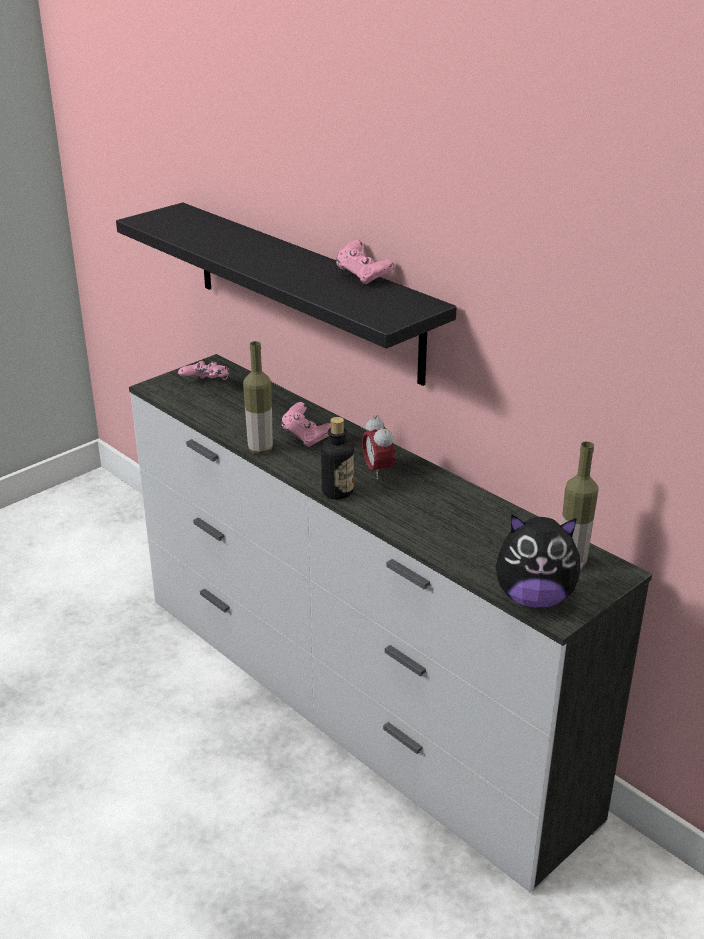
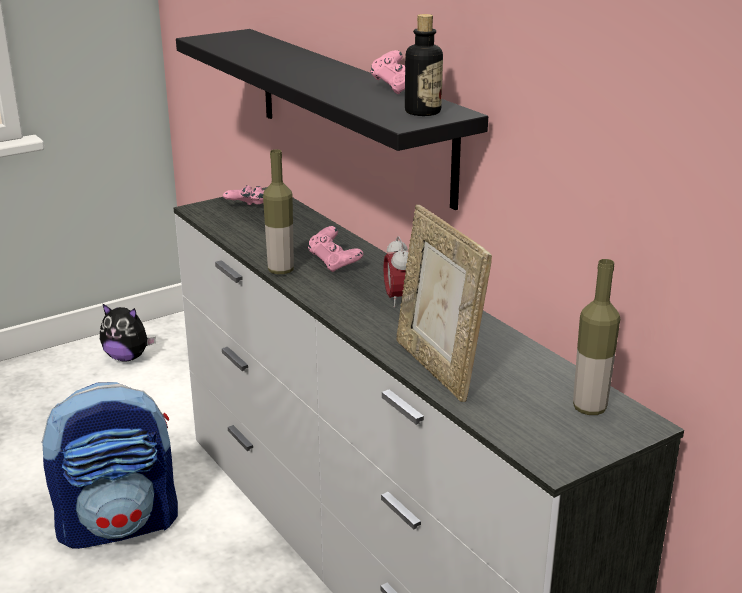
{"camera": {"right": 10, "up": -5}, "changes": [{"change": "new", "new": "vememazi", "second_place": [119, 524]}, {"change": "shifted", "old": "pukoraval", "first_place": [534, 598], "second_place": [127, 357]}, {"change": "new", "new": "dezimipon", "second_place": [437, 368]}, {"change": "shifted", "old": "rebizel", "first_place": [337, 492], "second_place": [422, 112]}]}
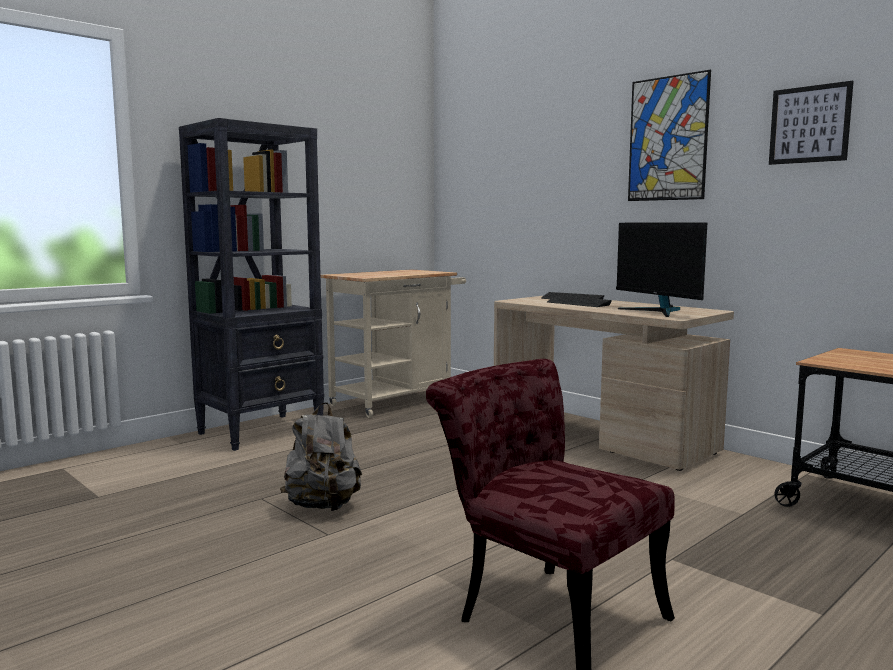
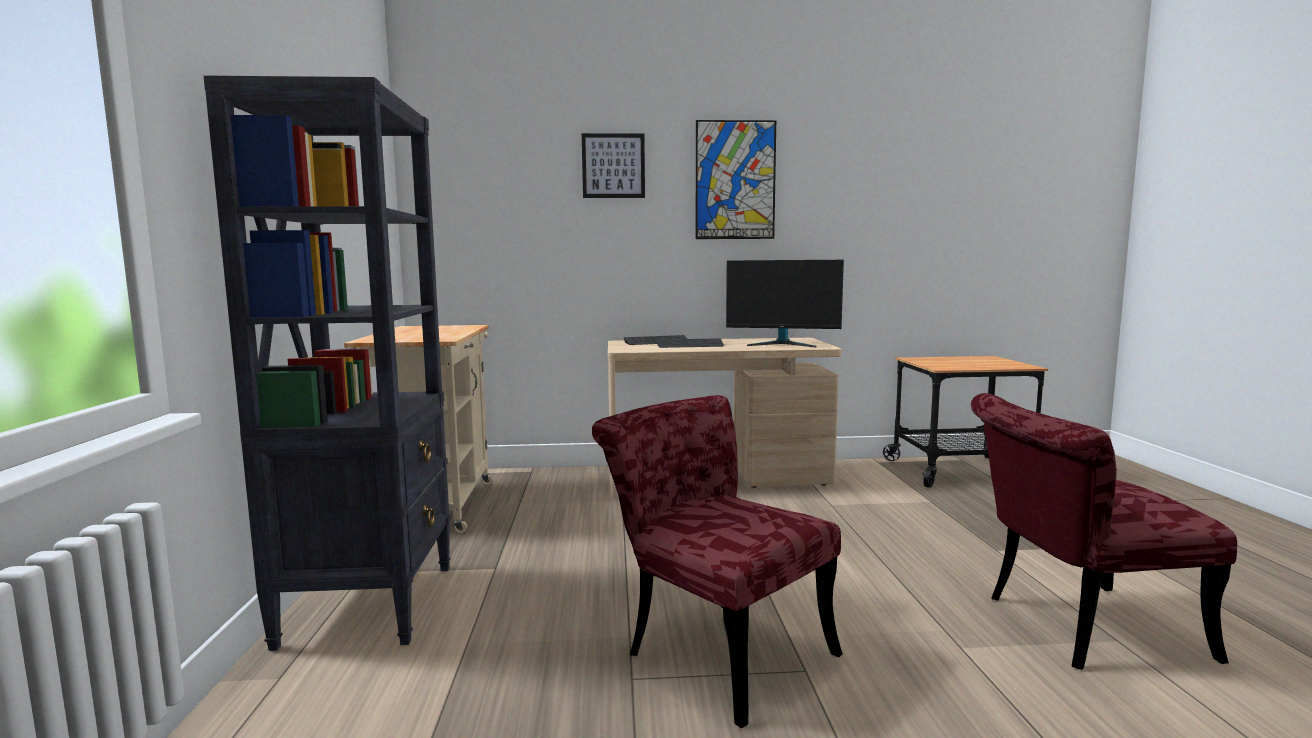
{"camera": {"right": -50, "up": 0}, "changes": [{"change": "shifted", "old": "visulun", "first_place": [809, 124], "second_place": [613, 166]}, {"change": "swapped", "old": "vememazi (grey)", "new": "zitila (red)", "first_place": [323, 506], "second_place": [715, 647]}]}
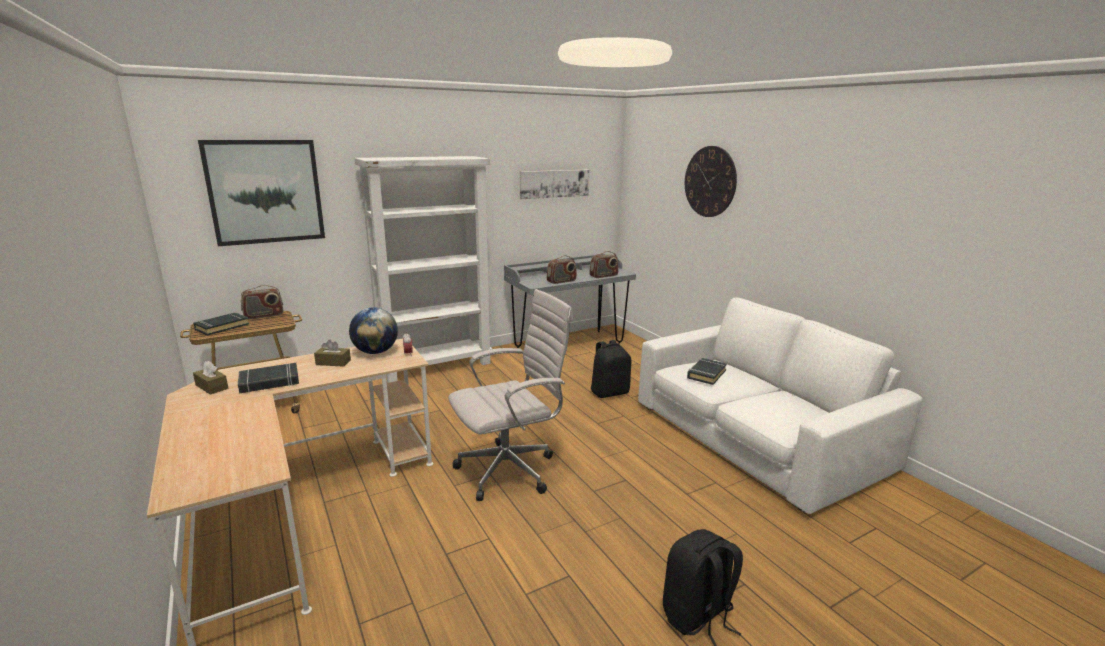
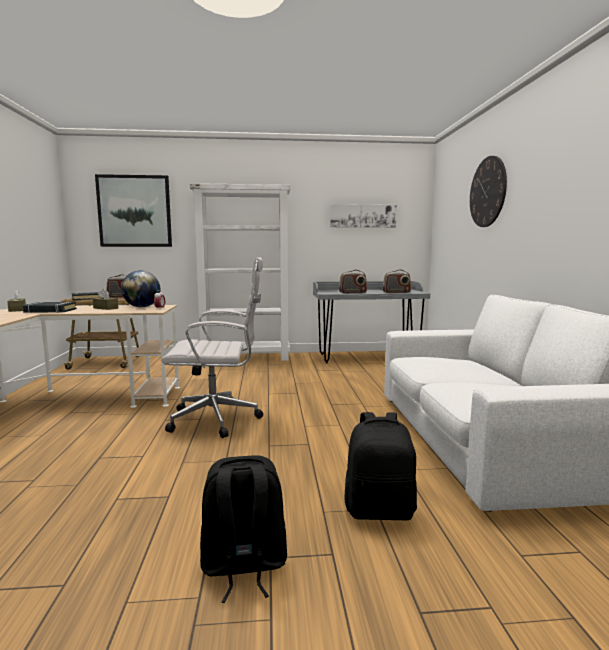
{"camera": {"right": 25, "up": -10}, "changes": [{"change": "shifted", "old": "vememazi (black)", "first_place": [609, 392], "second_place": [380, 510]}, {"change": "gone", "old": "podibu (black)", "first_place": [706, 374]}]}
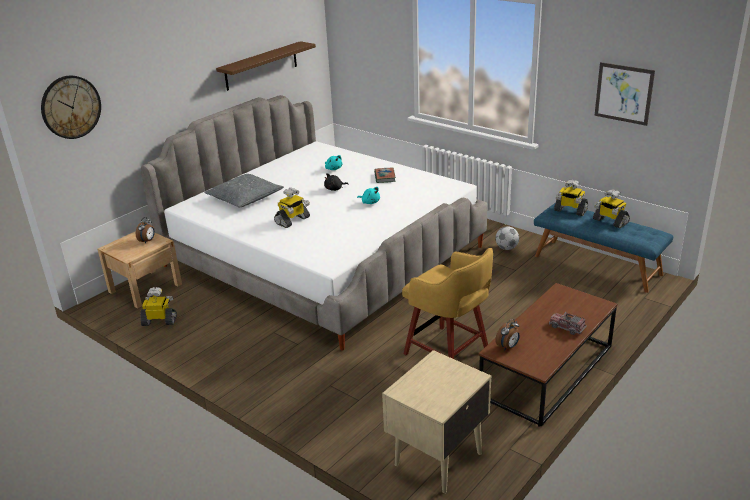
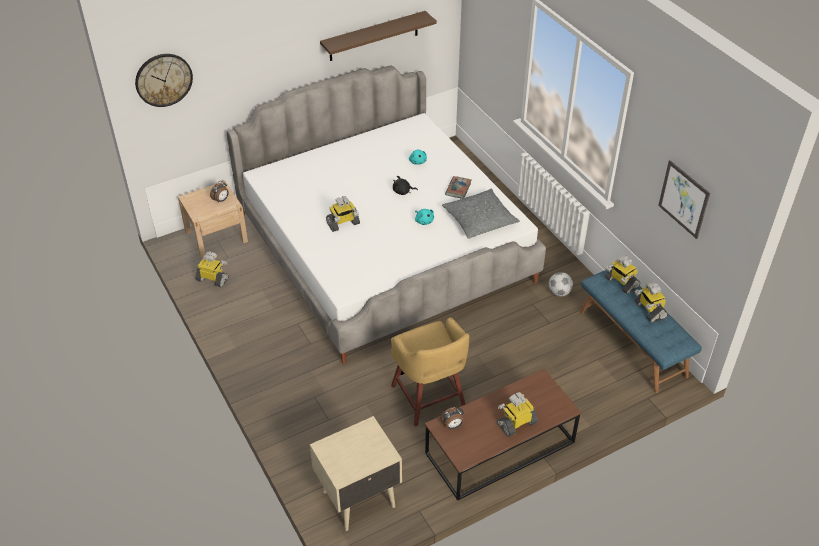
{"camera": {"right": 20, "up": 15}, "changes": [{"change": "shifted", "old": "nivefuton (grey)", "first_place": [245, 198], "second_place": [479, 220]}, {"change": "swapped", "old": "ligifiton", "new": "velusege", "first_place": [567, 327], "second_place": [516, 423]}]}
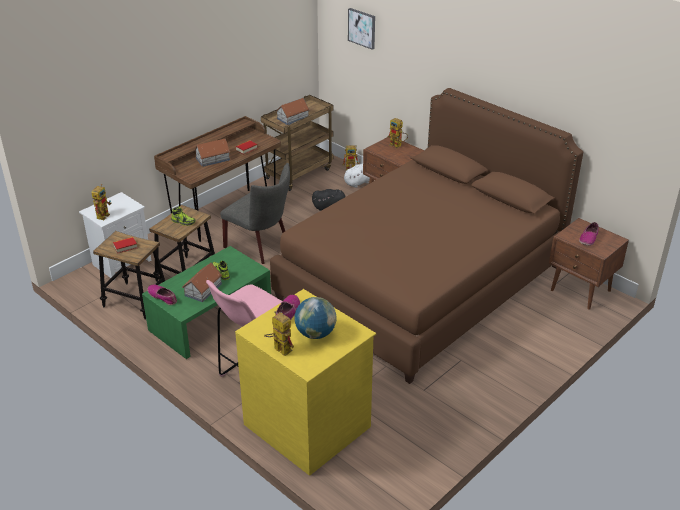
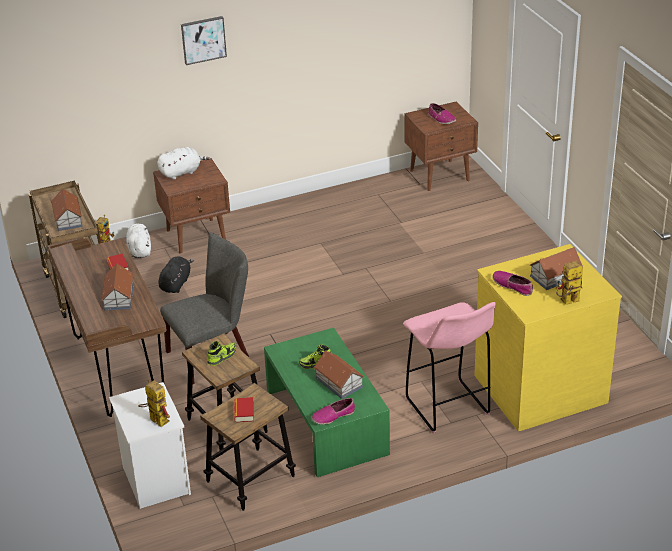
{"camera": {"right": -65, "up": 0}, "changes": [{"change": "swapped", "old": "velusege", "new": "pukoraval (white)", "first_place": [398, 146], "second_place": [182, 172]}, {"change": "shifted", "old": "visulun", "first_place": [362, 28], "second_place": [203, 39]}, {"change": "swapped", "old": "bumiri", "new": "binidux", "first_place": [315, 333], "second_place": [554, 276]}, {"change": "gone", "old": "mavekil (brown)", "first_place": [420, 282]}]}
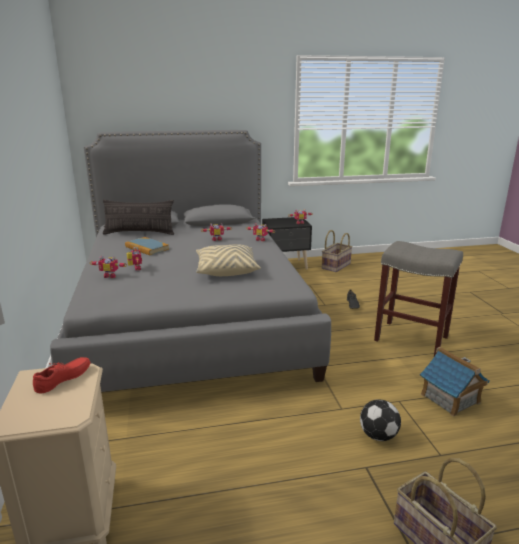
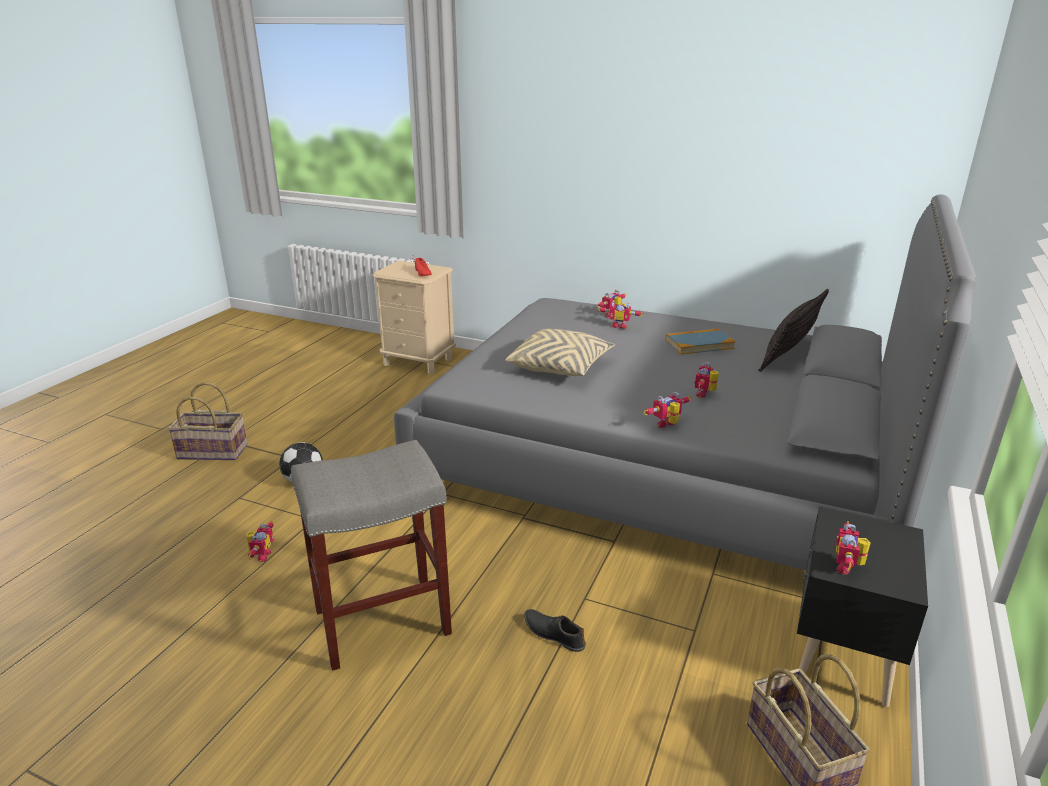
{"camera": {"right": 125, "up": 5}, "changes": [{"change": "swapped", "old": "binidux", "new": "velusege", "first_place": [450, 399], "second_place": [261, 556]}]}
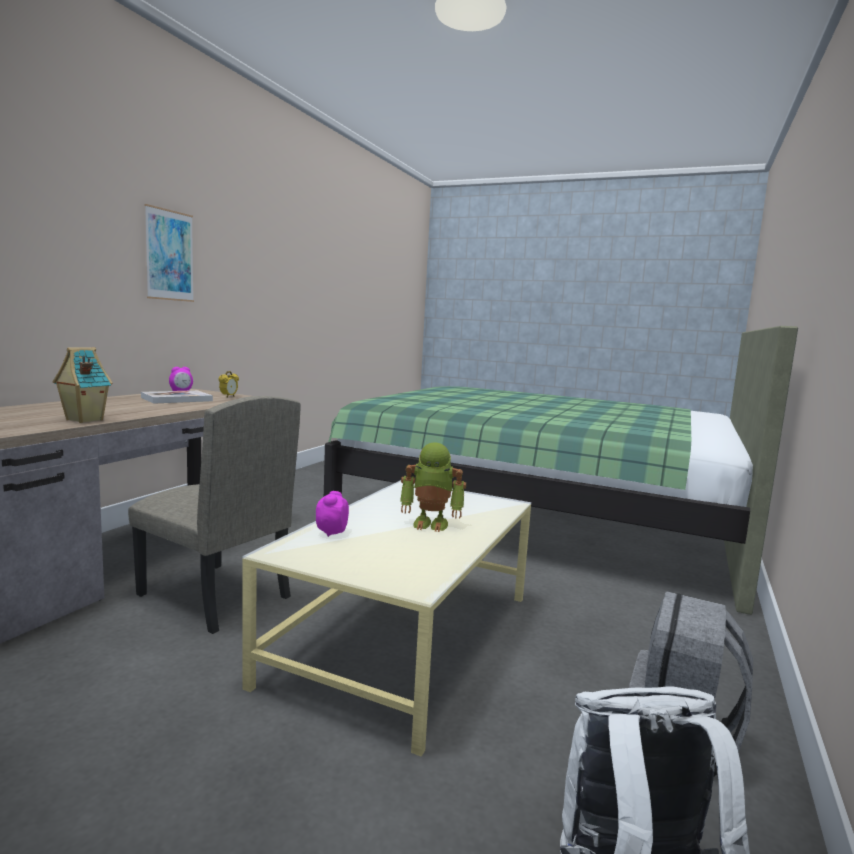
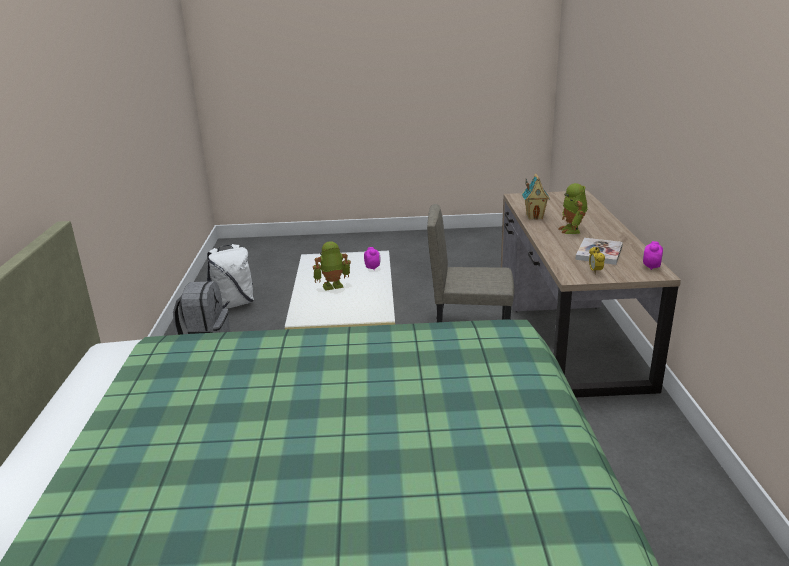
{"camera": {"right": 155, "up": 15}, "changes": [{"change": "new", "new": "velusege", "second_place": [572, 230]}, {"change": "gone", "old": "visulun", "first_place": [169, 255]}]}
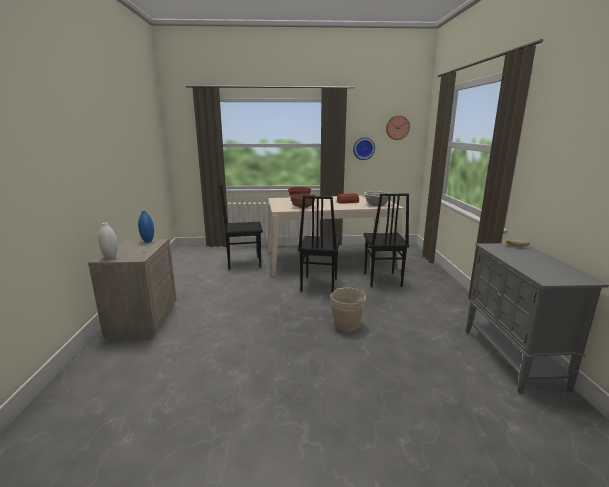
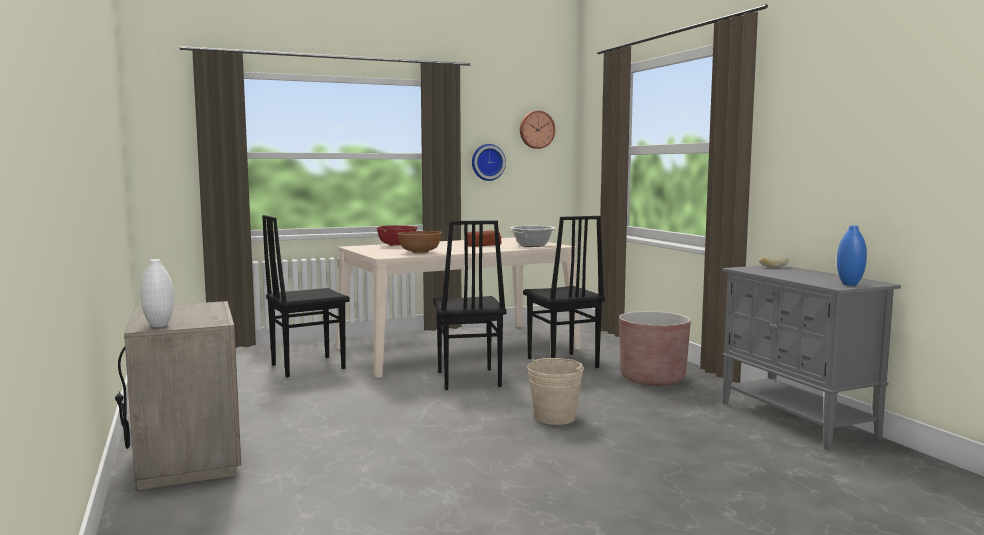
{"camera": {"right": -20, "up": -10}, "changes": [{"change": "new", "new": "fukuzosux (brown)", "second_place": [652, 379]}, {"change": "shifted", "old": "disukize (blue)", "first_place": [148, 241], "second_place": [849, 284]}]}
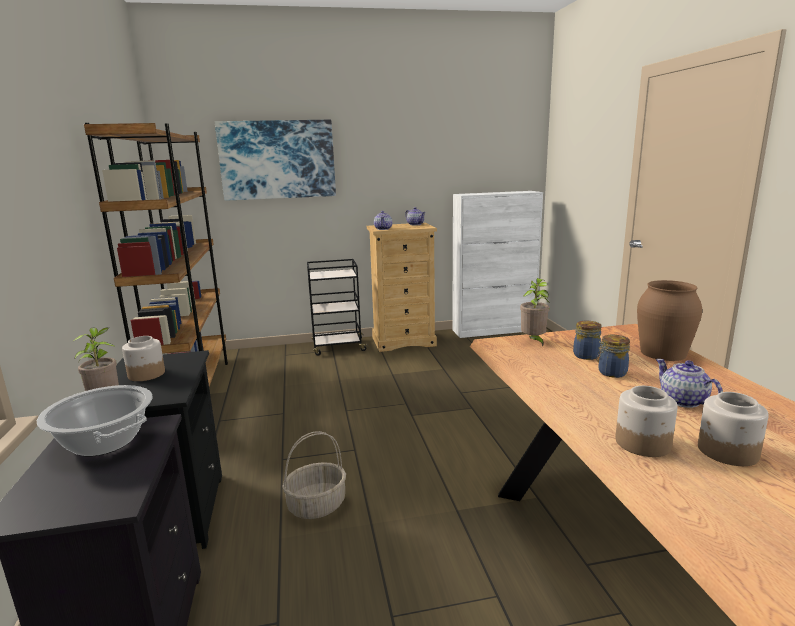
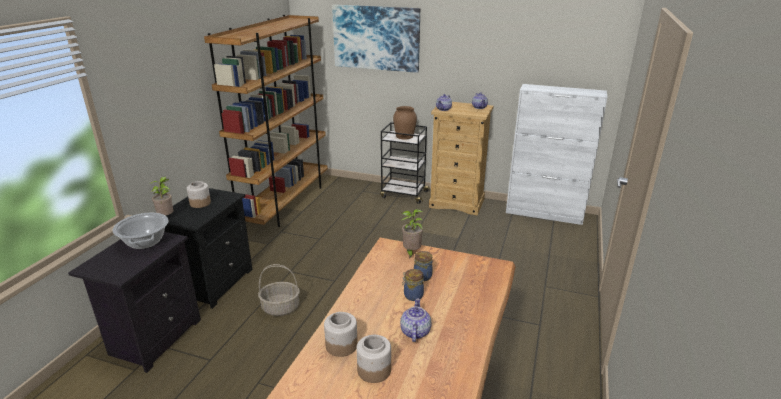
{"camera": {"right": 30, "up": 10}, "changes": [{"change": "shifted", "old": "disukize (brown)", "first_place": [663, 353], "second_place": [404, 136]}]}
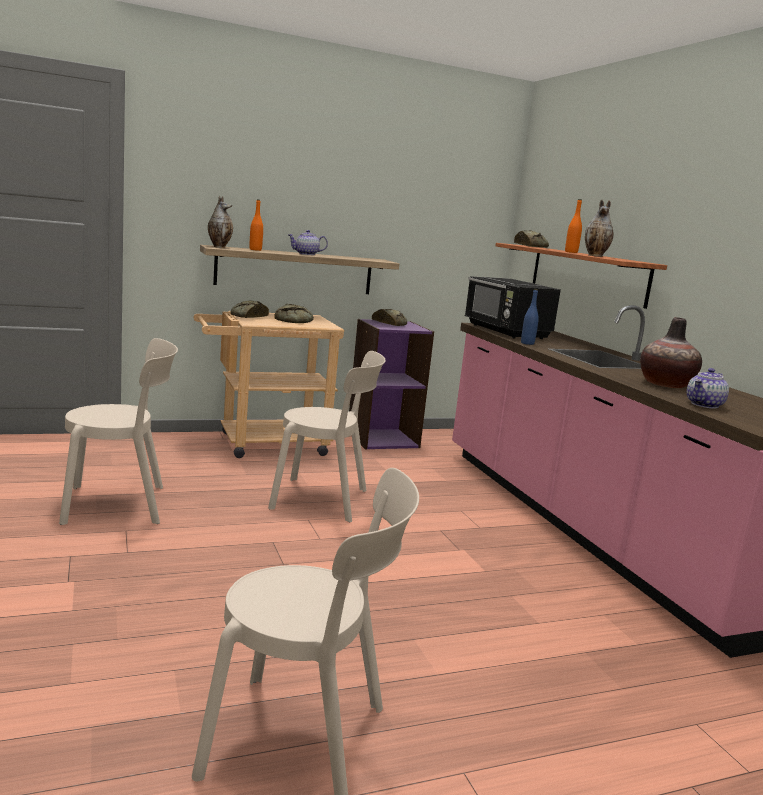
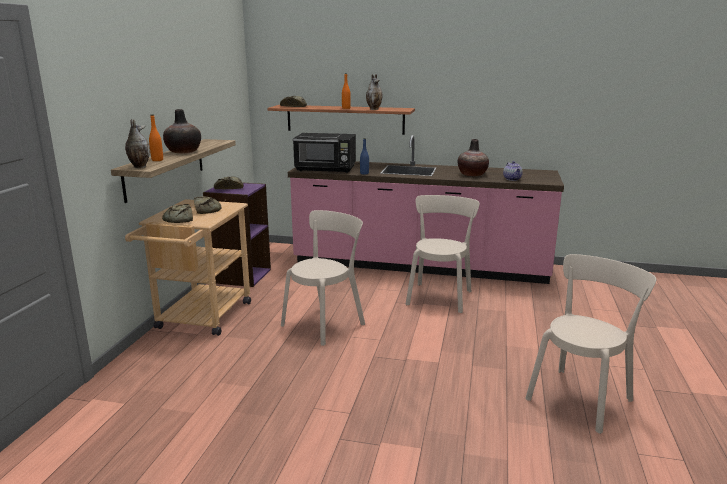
{"camera": {"right": -55, "up": 5}, "changes": [{"change": "swapped", "old": "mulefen", "new": "disukize", "first_place": [306, 254], "second_place": [184, 152]}, {"change": "shifted", "old": "zitila (beige)", "first_place": [121, 504], "second_place": [439, 296]}]}
